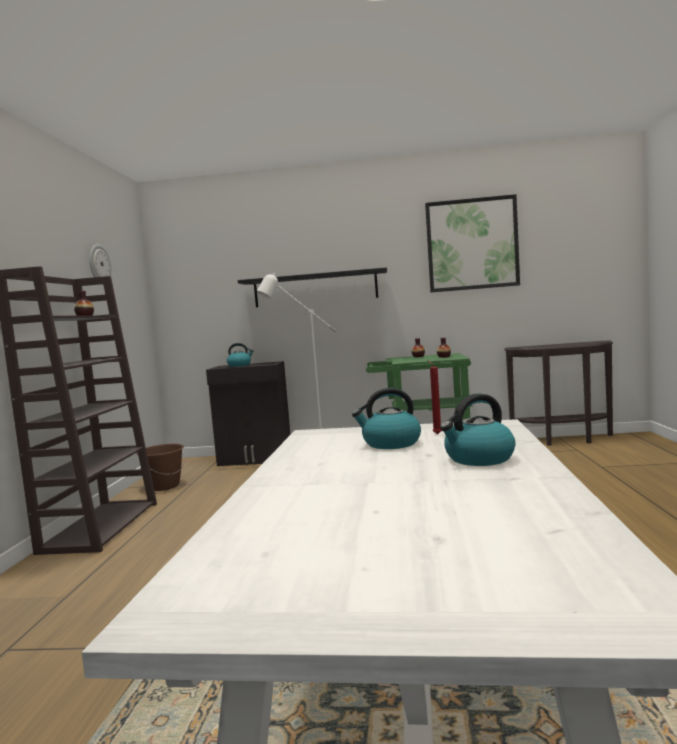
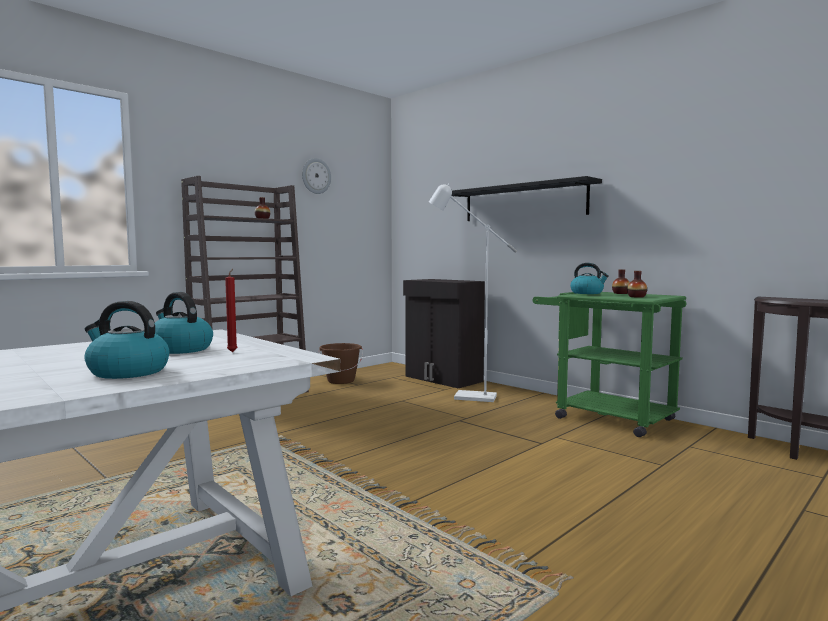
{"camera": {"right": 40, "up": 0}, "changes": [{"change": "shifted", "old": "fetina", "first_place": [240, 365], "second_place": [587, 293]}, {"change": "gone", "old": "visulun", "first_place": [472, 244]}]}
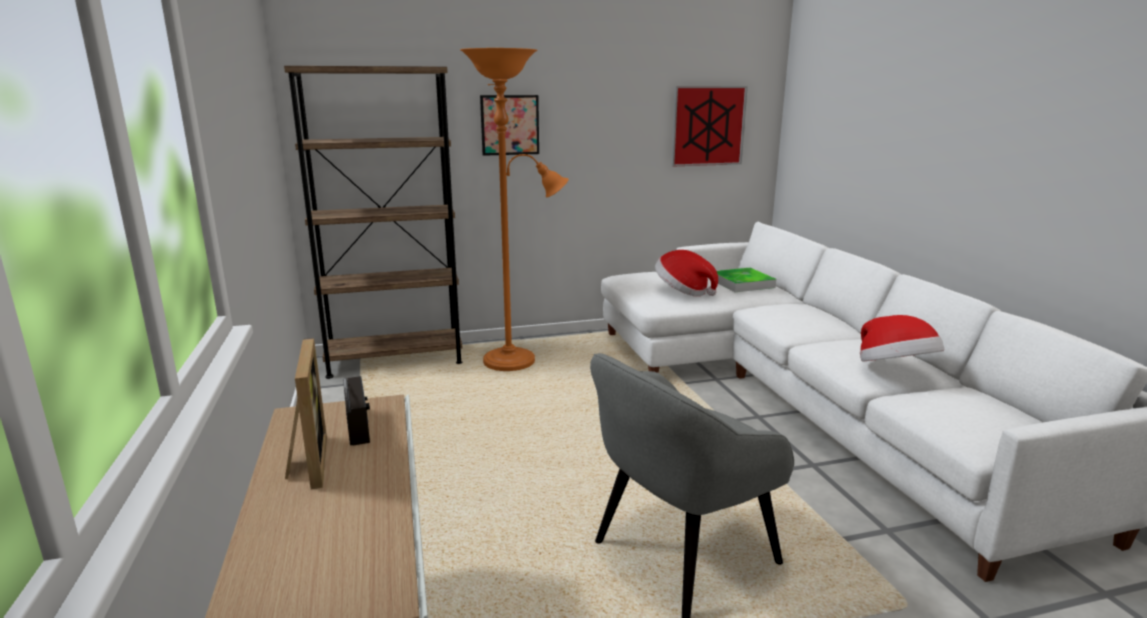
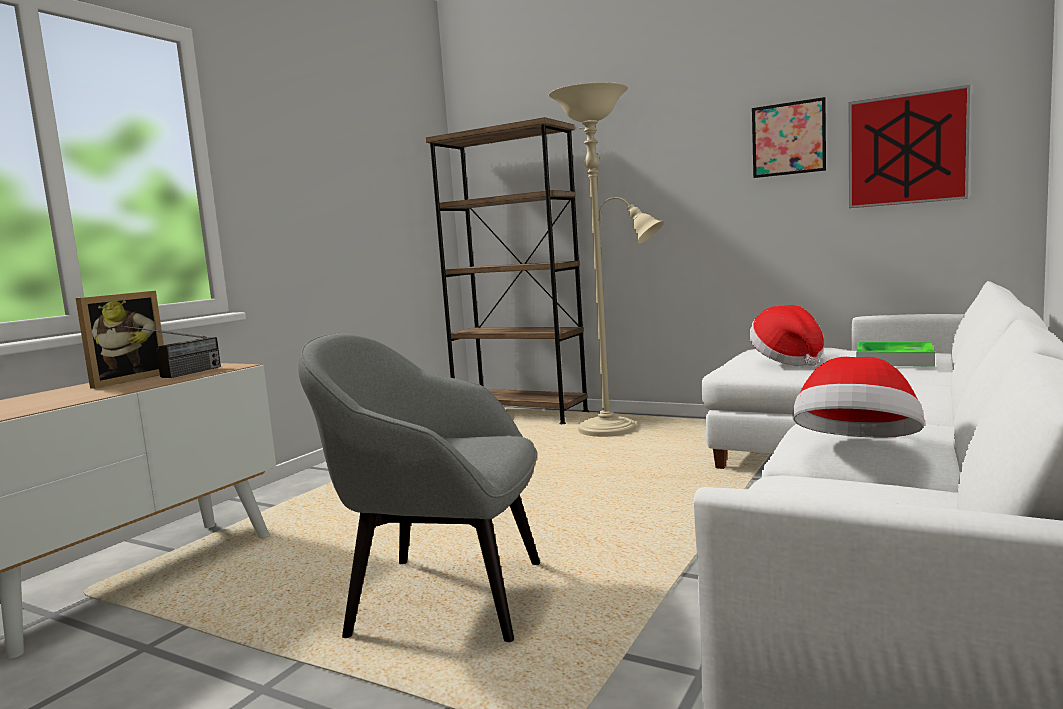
{"camera": {"right": 45, "up": -10}, "changes": [{"change": "repainted", "old": "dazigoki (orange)", "new": "dazigoki (beige)", "first_place": [516, 361], "second_place": [614, 431]}, {"change": "shifted", "old": "visulun", "first_place": [510, 125], "second_place": [788, 139]}]}
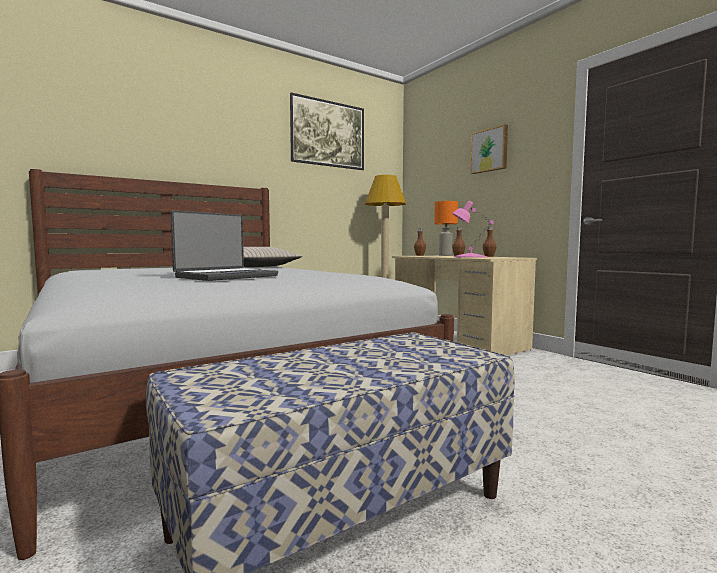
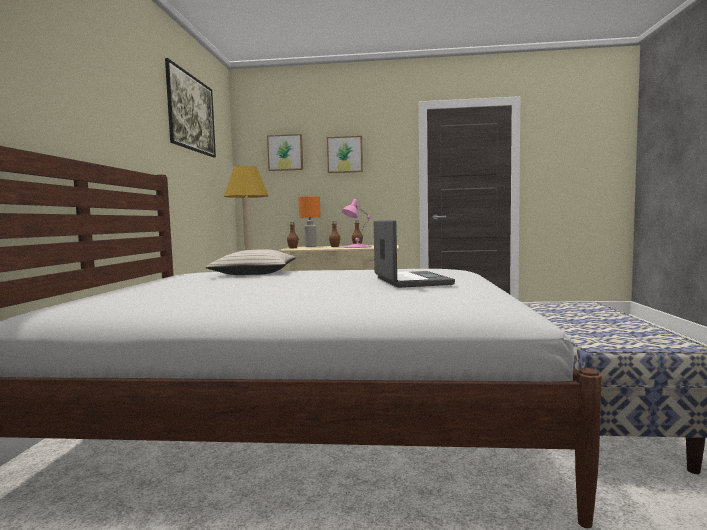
{"camera": {"right": -50, "up": 0}, "changes": [{"change": "new", "new": "visulun", "second_place": [285, 153]}]}
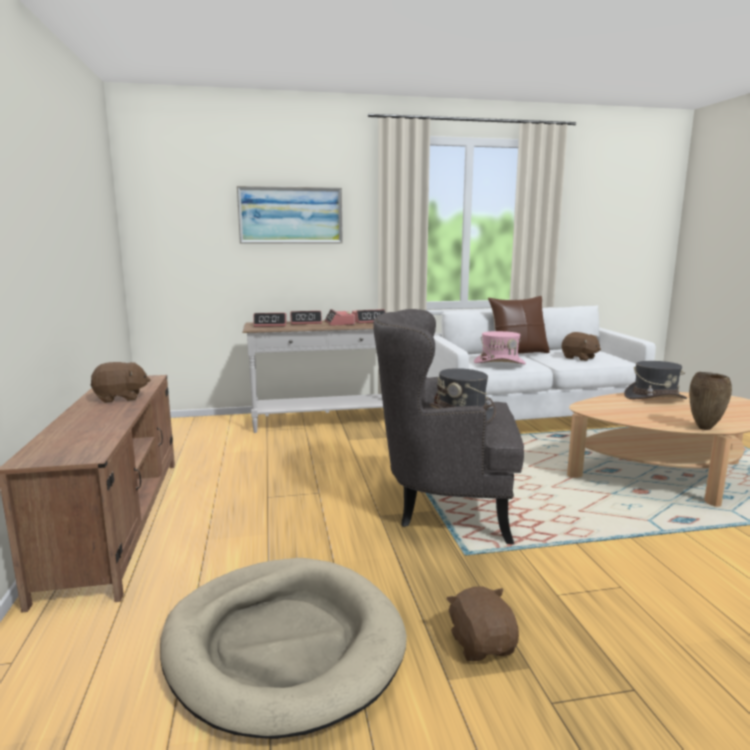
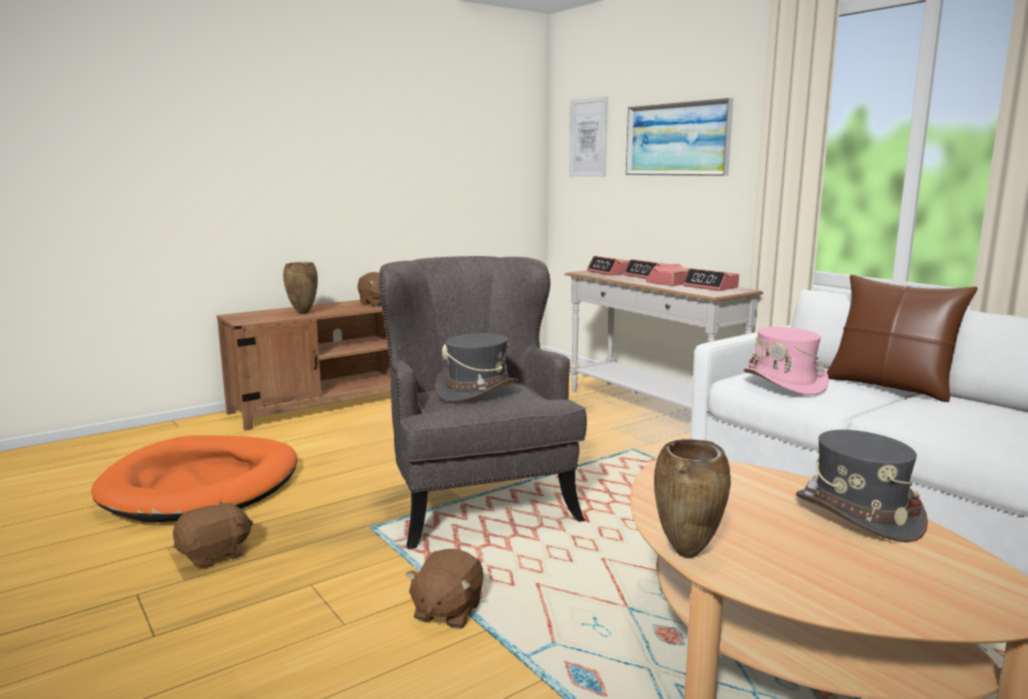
{"camera": {"right": 65, "up": 0}, "changes": [{"change": "repainted", "old": "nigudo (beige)", "new": "nigudo (orange)", "first_place": [283, 645], "second_place": [202, 485]}, {"change": "new", "new": "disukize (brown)", "second_place": [302, 313]}, {"change": "shifted", "old": "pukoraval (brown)", "first_place": [579, 358], "second_place": [447, 611]}, {"change": "new", "new": "visulun", "second_place": [588, 138]}]}
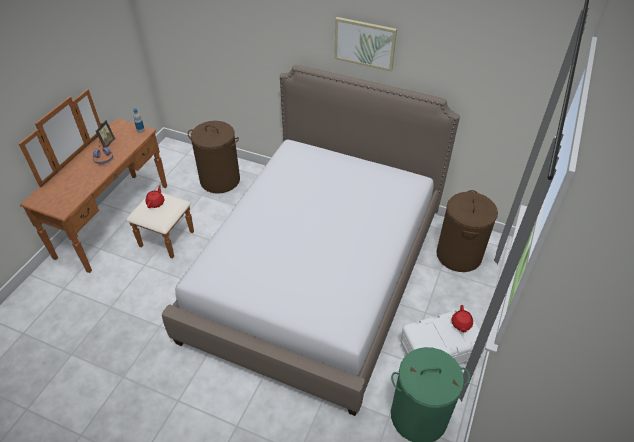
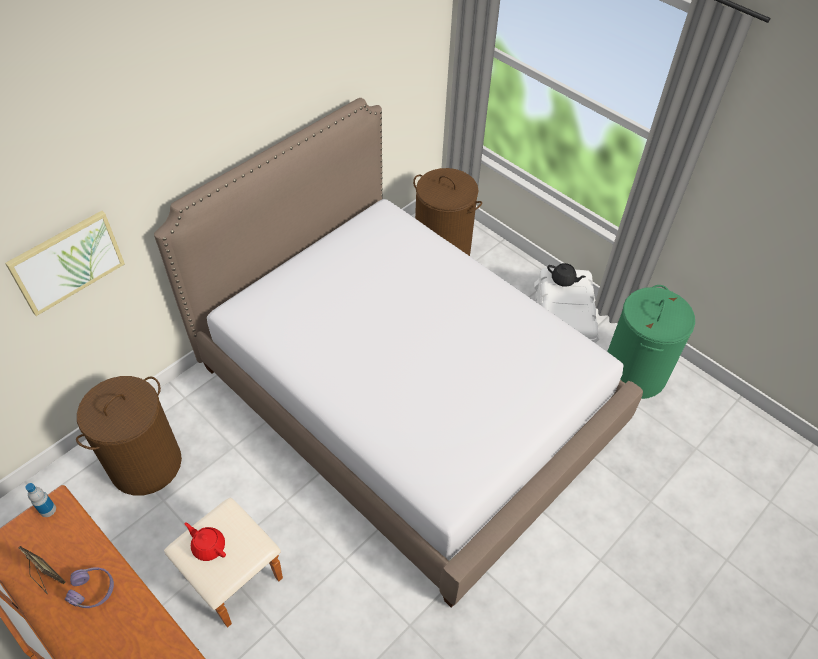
{"camera": {"right": -70, "up": 5}, "changes": [{"change": "shifted", "old": "visulun", "first_place": [365, 43], "second_place": [67, 262]}, {"change": "repainted", "old": "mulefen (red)", "new": "mulefen (black)", "first_place": [461, 324], "second_place": [563, 280]}]}
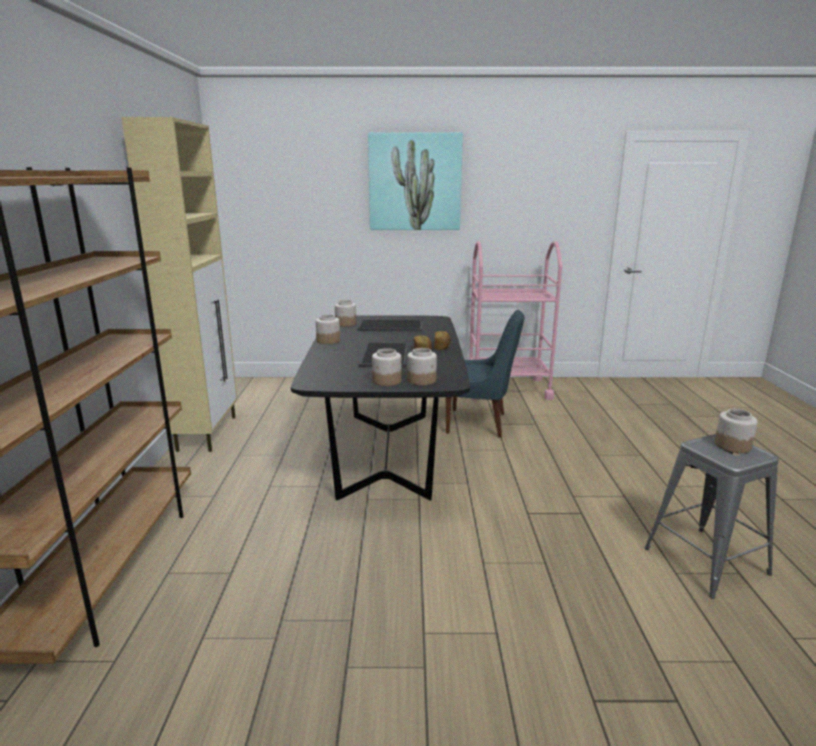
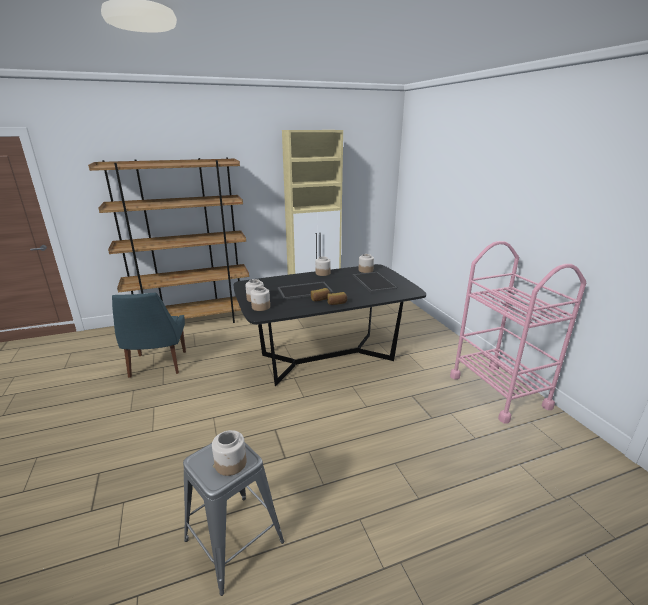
{"camera": {"right": 70, "up": 5}, "changes": [{"change": "shifted", "old": "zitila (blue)", "first_place": [479, 423], "second_place": [157, 365]}, {"change": "gone", "old": "visulun", "first_place": [415, 182]}]}
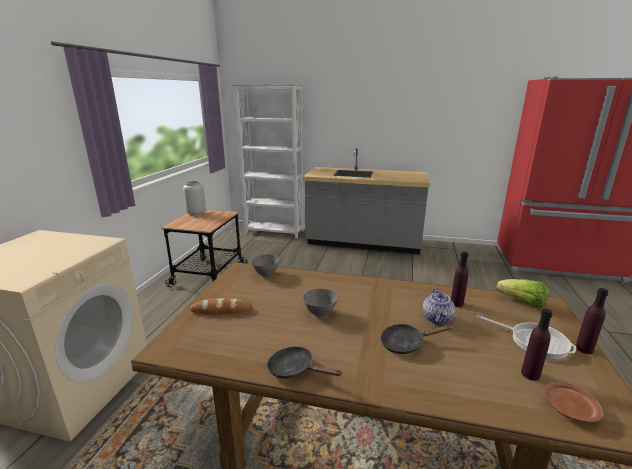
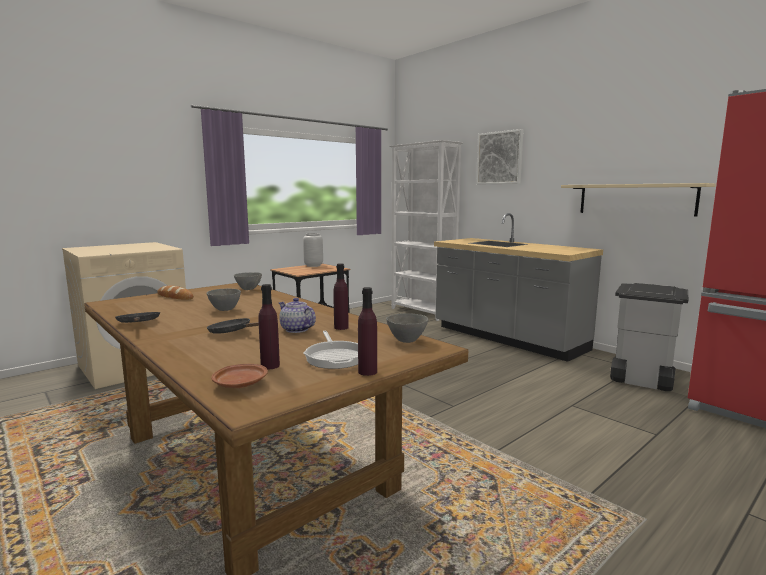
{"camera": {"right": 35, "up": -10}, "changes": [{"change": "rotated", "old": "mulefen", "first_place": [437, 319], "second_place": [296, 329], "degrees": 90}, {"change": "swapped", "old": "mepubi", "new": "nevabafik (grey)", "first_place": [522, 303], "second_place": [407, 341]}, {"change": "new", "new": "visulun", "second_place": [499, 158]}, {"change": "new", "new": "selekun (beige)", "second_place": [635, 199]}, {"change": "new", "new": "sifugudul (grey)", "second_place": [640, 380]}]}
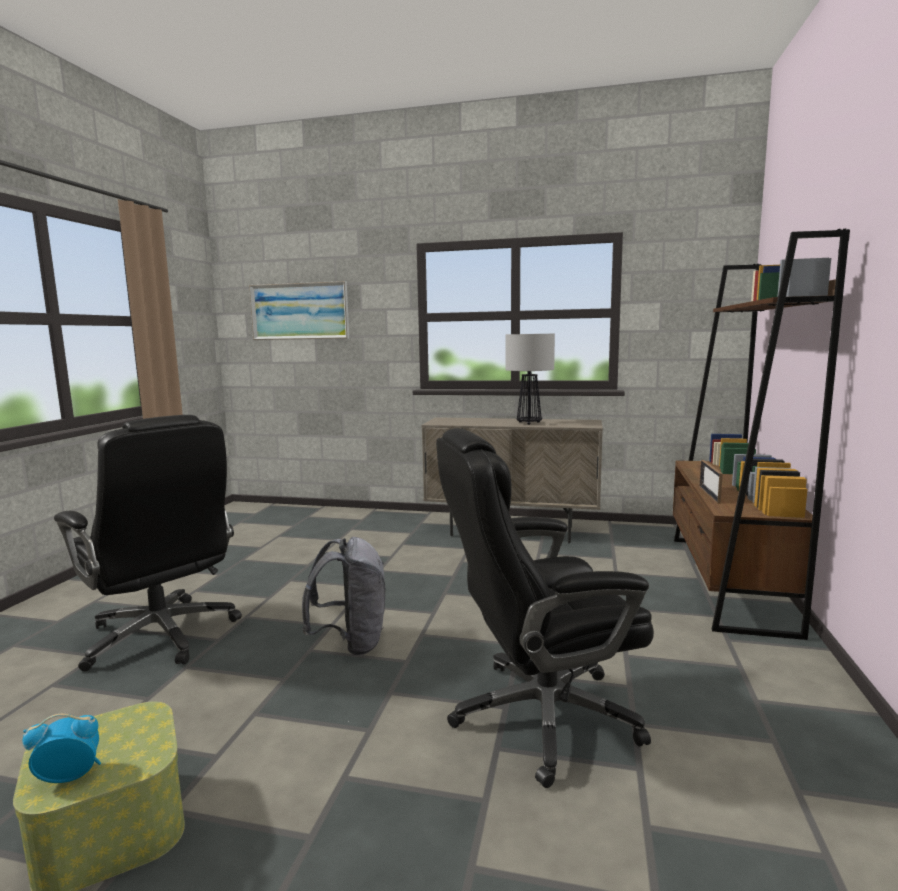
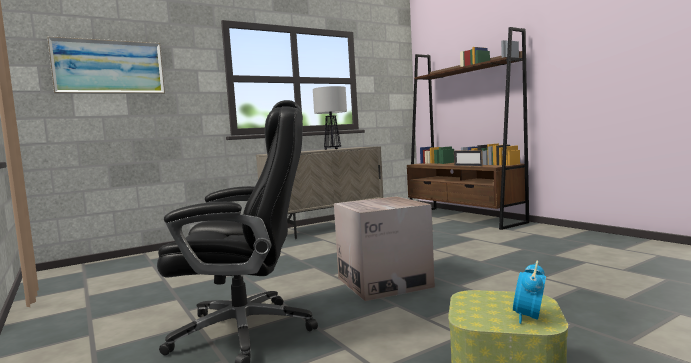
{"camera": {"right": -45, "up": -5}, "changes": [{"change": "swapped", "old": "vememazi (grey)", "new": "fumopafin", "first_place": [351, 643], "second_place": [384, 282]}, {"change": "gone", "old": "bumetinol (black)", "first_place": [540, 716]}]}
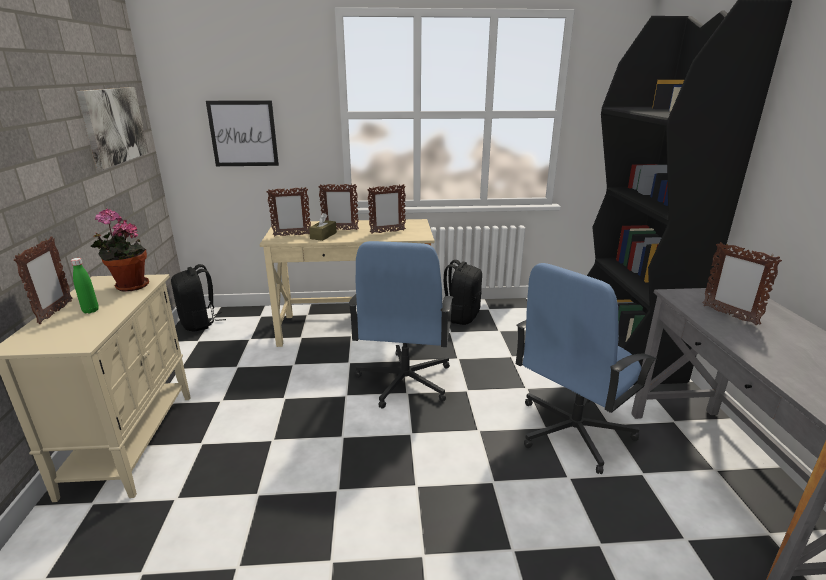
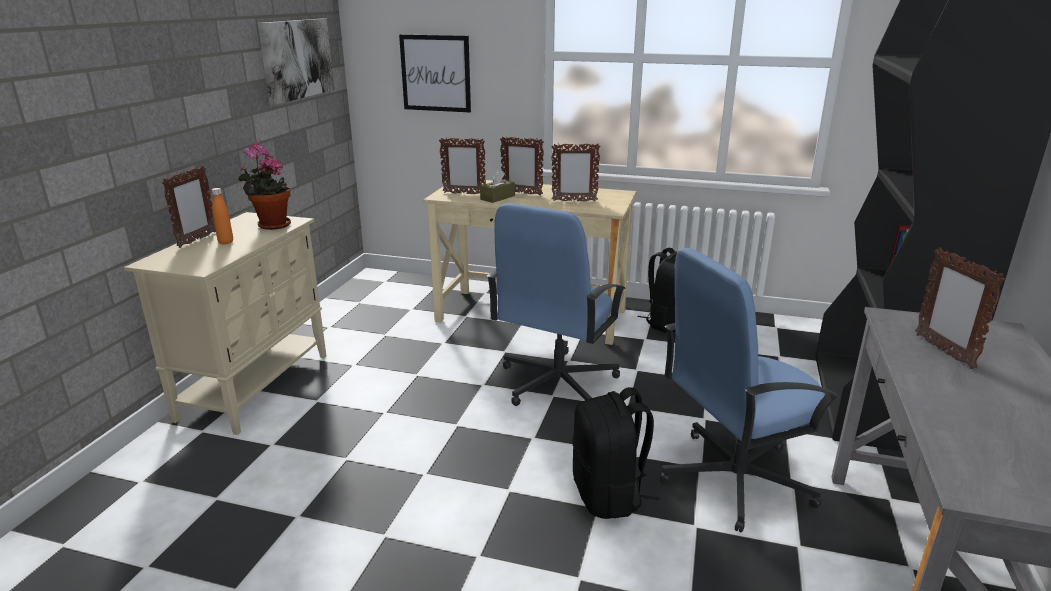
{"camera": {"right": 20, "up": 0}, "changes": [{"change": "repainted", "old": "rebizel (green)", "new": "rebizel (orange)", "first_place": [91, 311], "second_place": [226, 242]}, {"change": "shifted", "old": "vememazi (black)", "first_place": [199, 323], "second_place": [609, 495]}]}
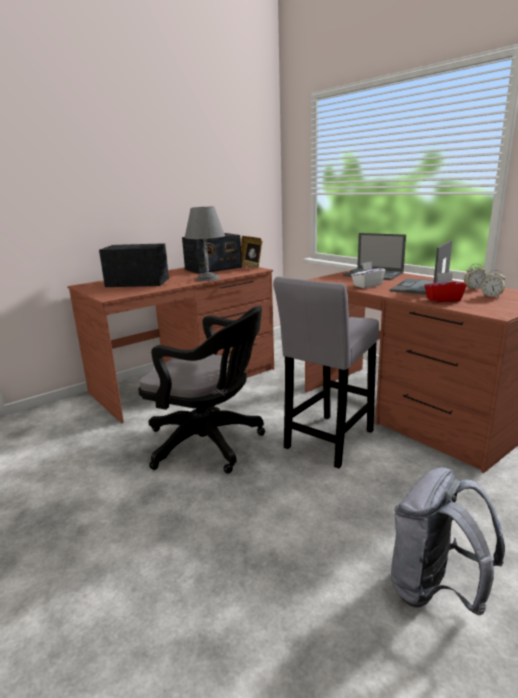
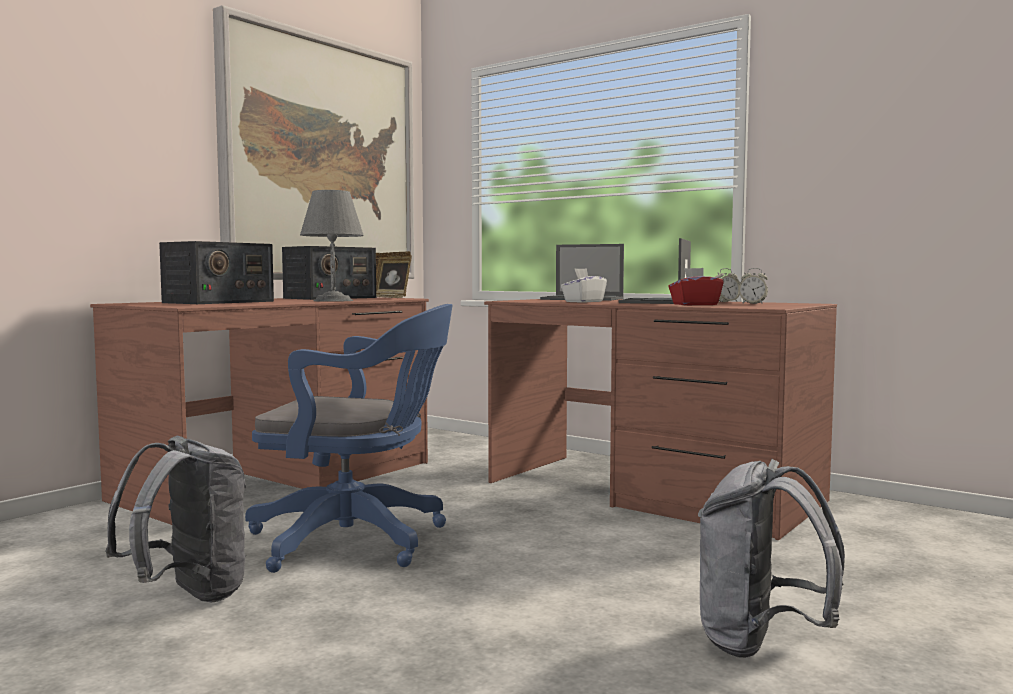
{"camera": {"right": -15, "up": -15}, "changes": [{"change": "new", "new": "vememazi (grey)", "second_place": [188, 595]}, {"change": "rotated", "old": "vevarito", "first_place": [138, 282], "second_place": [218, 302], "degrees": 135}, {"change": "new", "new": "visulun", "second_place": [321, 160]}, {"change": "repainted", "old": "bumetinol (black)", "new": "bumetinol (blue)", "first_place": [210, 443], "second_place": [358, 541]}, {"change": "gone", "old": "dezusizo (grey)", "first_place": [327, 442]}]}
